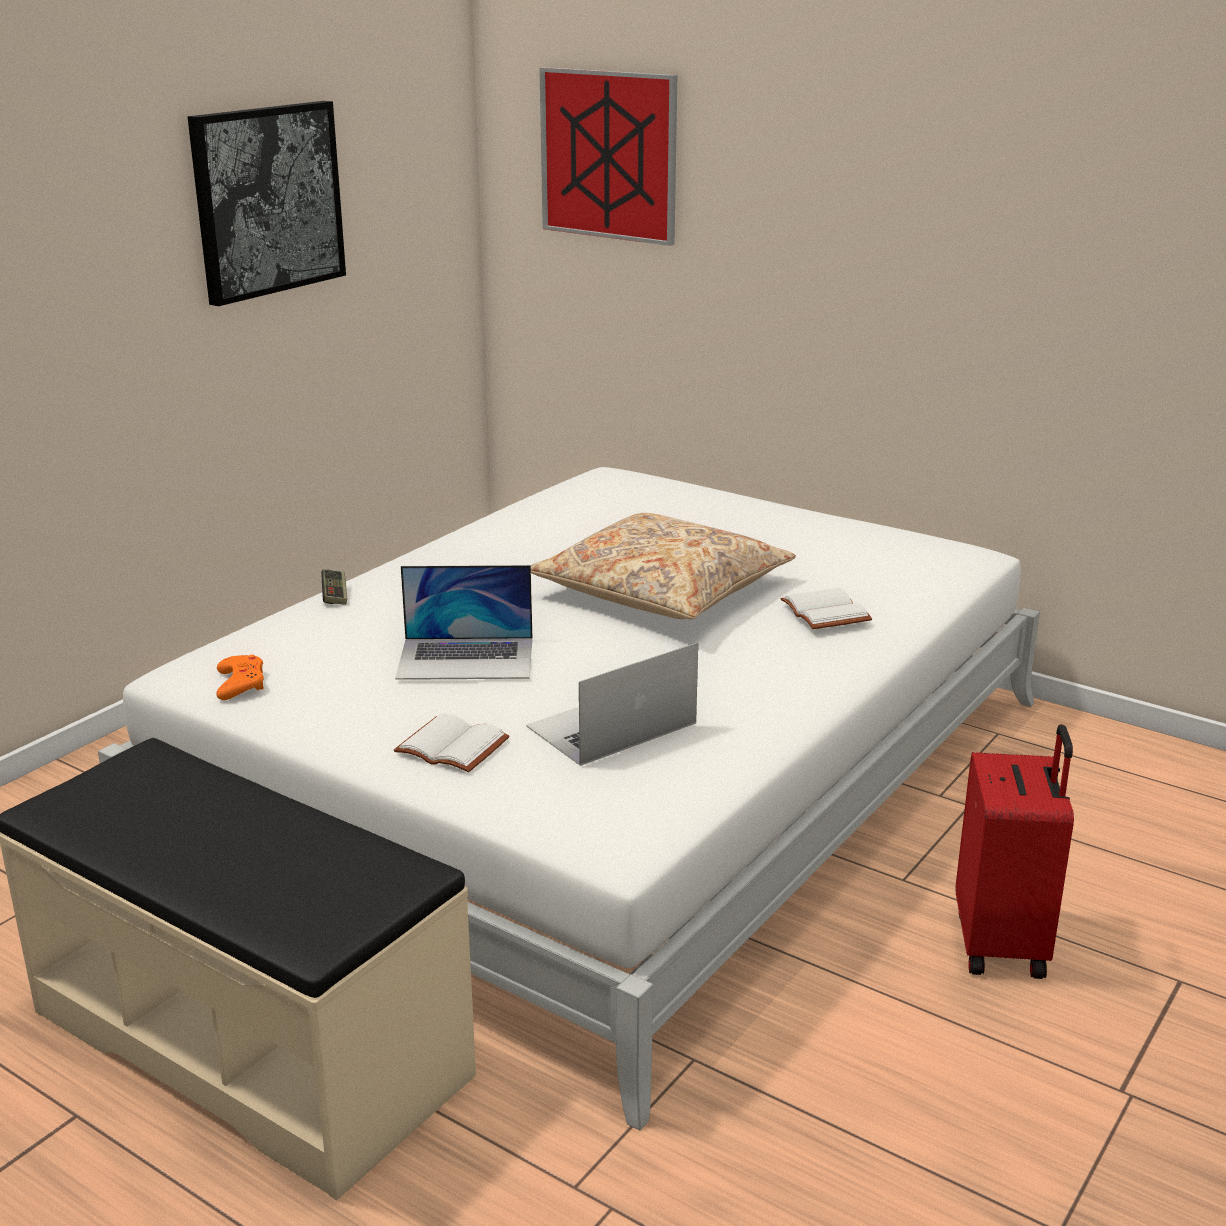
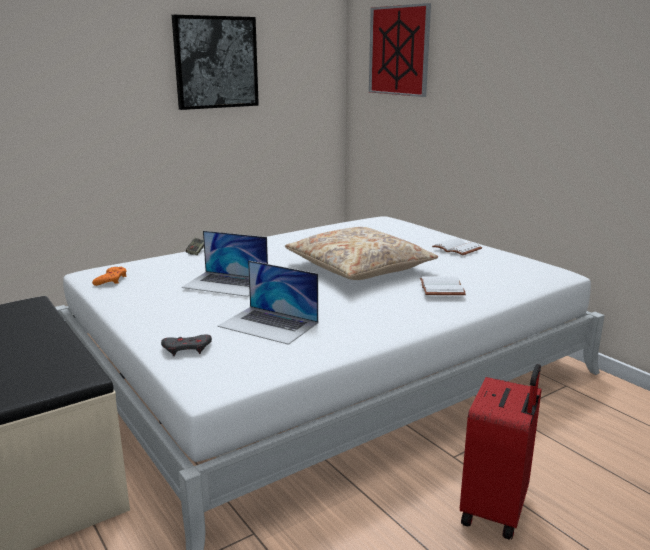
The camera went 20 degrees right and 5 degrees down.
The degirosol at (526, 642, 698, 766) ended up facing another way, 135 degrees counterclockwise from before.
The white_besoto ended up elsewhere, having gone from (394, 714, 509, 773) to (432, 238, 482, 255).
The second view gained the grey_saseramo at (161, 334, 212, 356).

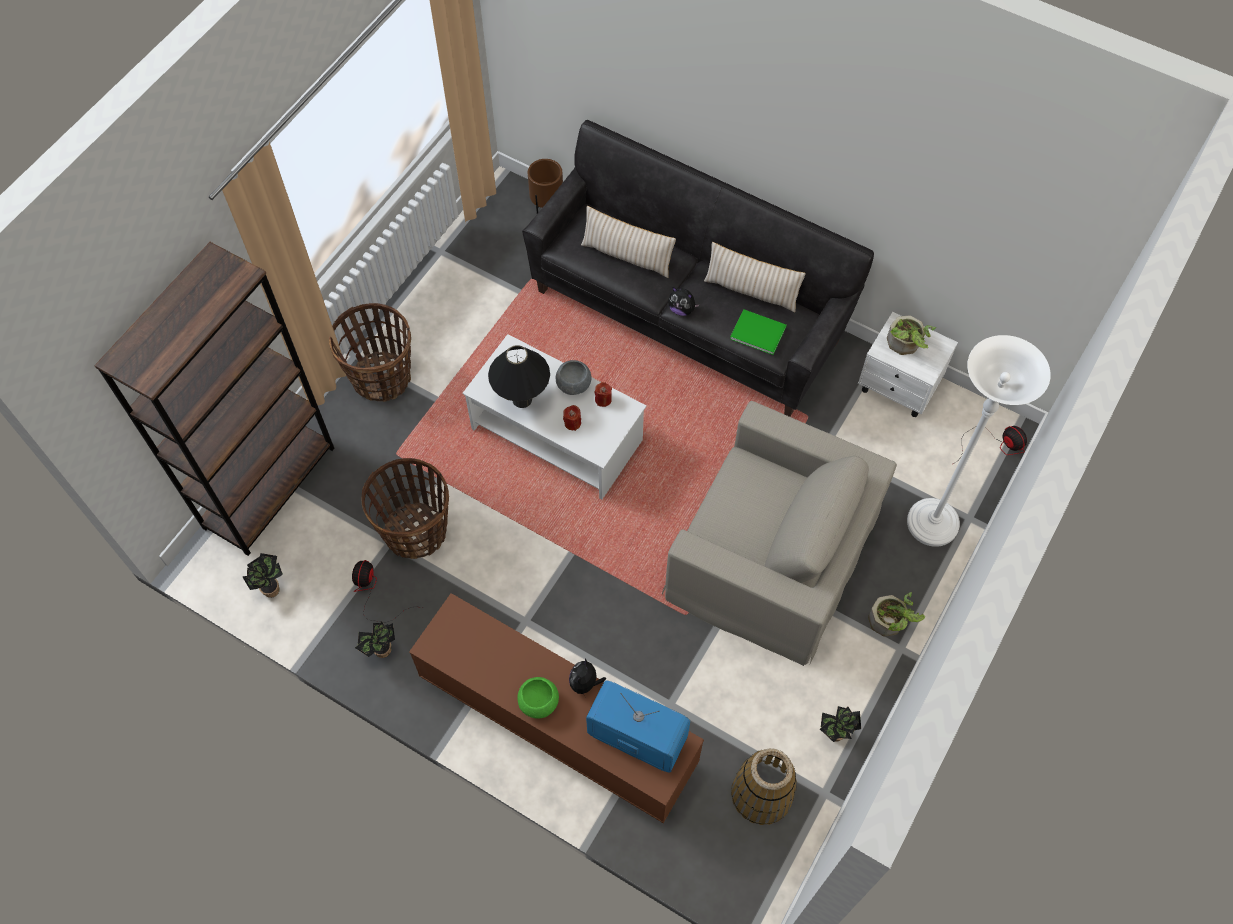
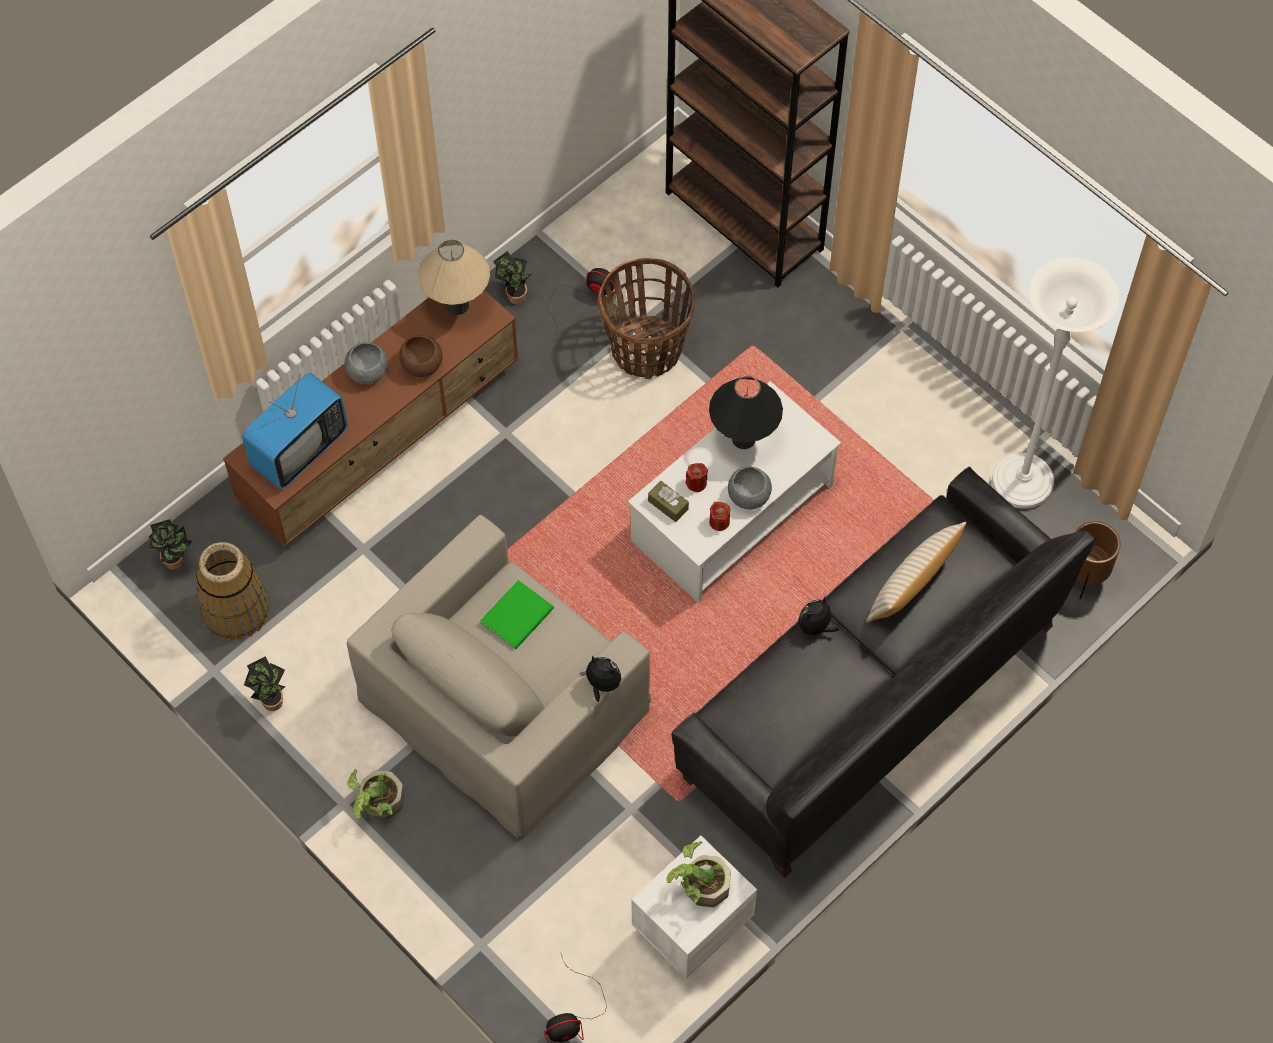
The camera went 105 degrees right and 0 degrees up.
The second view lost the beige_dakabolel at (704, 242, 806, 312).
The second view lost the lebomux at (329, 303, 411, 402).
The green_besoto ended up elsewhere, having gone from (730, 309, 787, 355) to (480, 580, 554, 649).
The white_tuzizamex ended up elsewhere, having gone from (907, 335, 1051, 547) to (992, 257, 1119, 509).
The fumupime ended up elsewhere, having gone from (243, 553, 283, 598) to (148, 519, 192, 570).
The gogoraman ended up elsewhere, having gone from (569, 658, 606, 695) to (580, 655, 621, 702).
What was the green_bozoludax at (517, 677, 559, 719) turned into the grey_bozoludax at (345, 342, 388, 384).
The second view gained the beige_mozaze at (418, 240, 490, 315).
The second view gained the brown_bozoludax at (399, 336, 442, 377).
The second view gained the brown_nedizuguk at (648, 481, 689, 522).

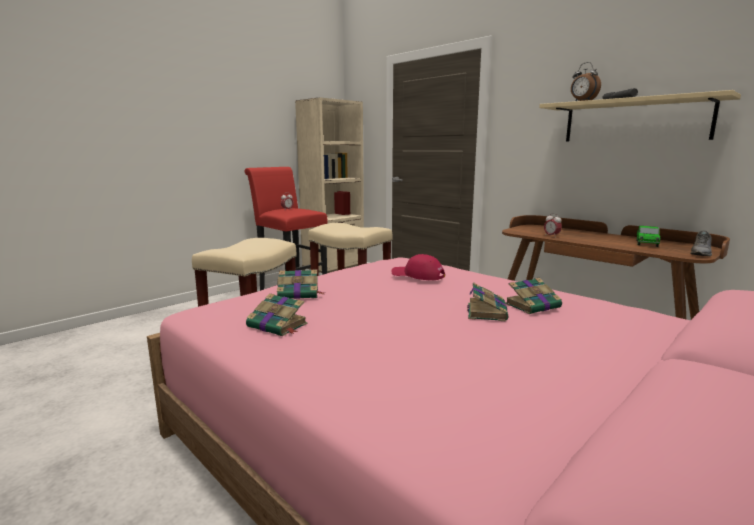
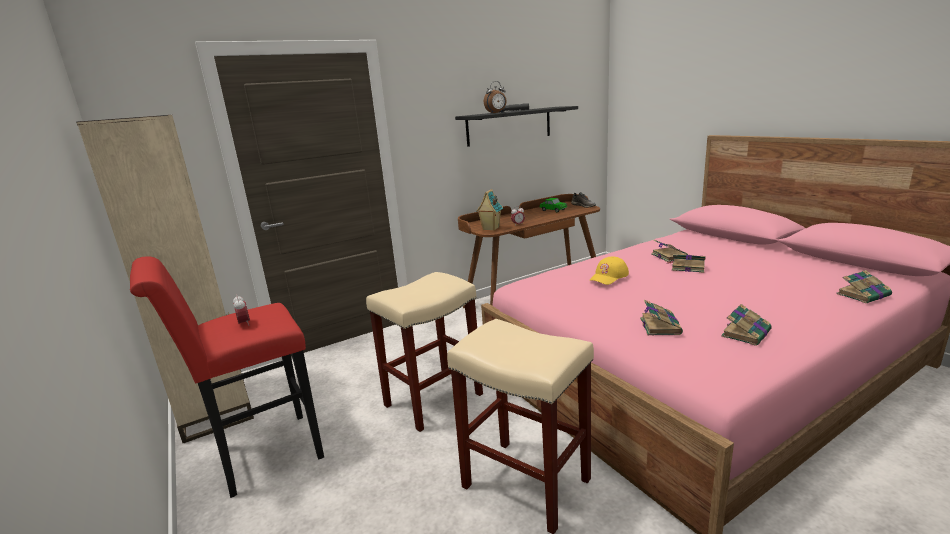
The camera went 75 degrees left and 5 degrees up.
What was the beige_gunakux at (539, 90, 741, 142) turned into the black_gunakux at (455, 106, 578, 147).
What was the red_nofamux at (391, 254, 445, 280) turned into the yellow_nofamux at (589, 257, 629, 285).
The second view gained the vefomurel at (476, 189, 503, 231).
The second view gained the besoto at (836, 270, 892, 303).

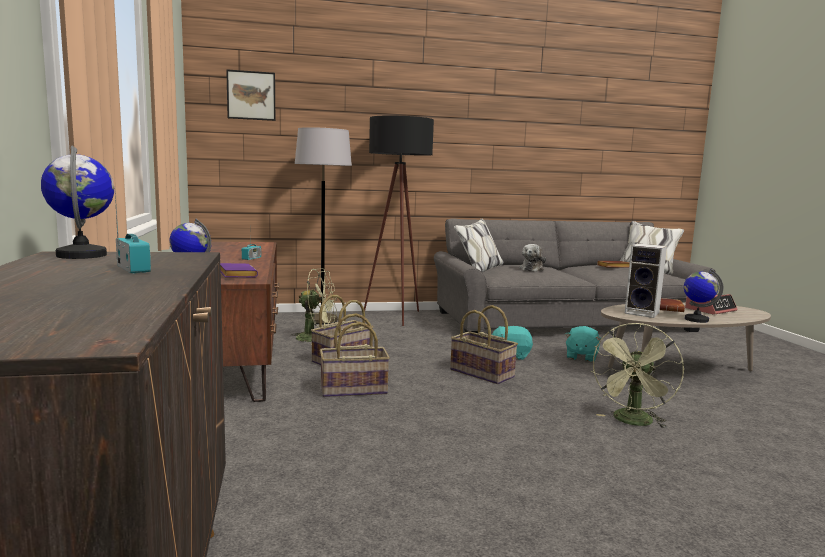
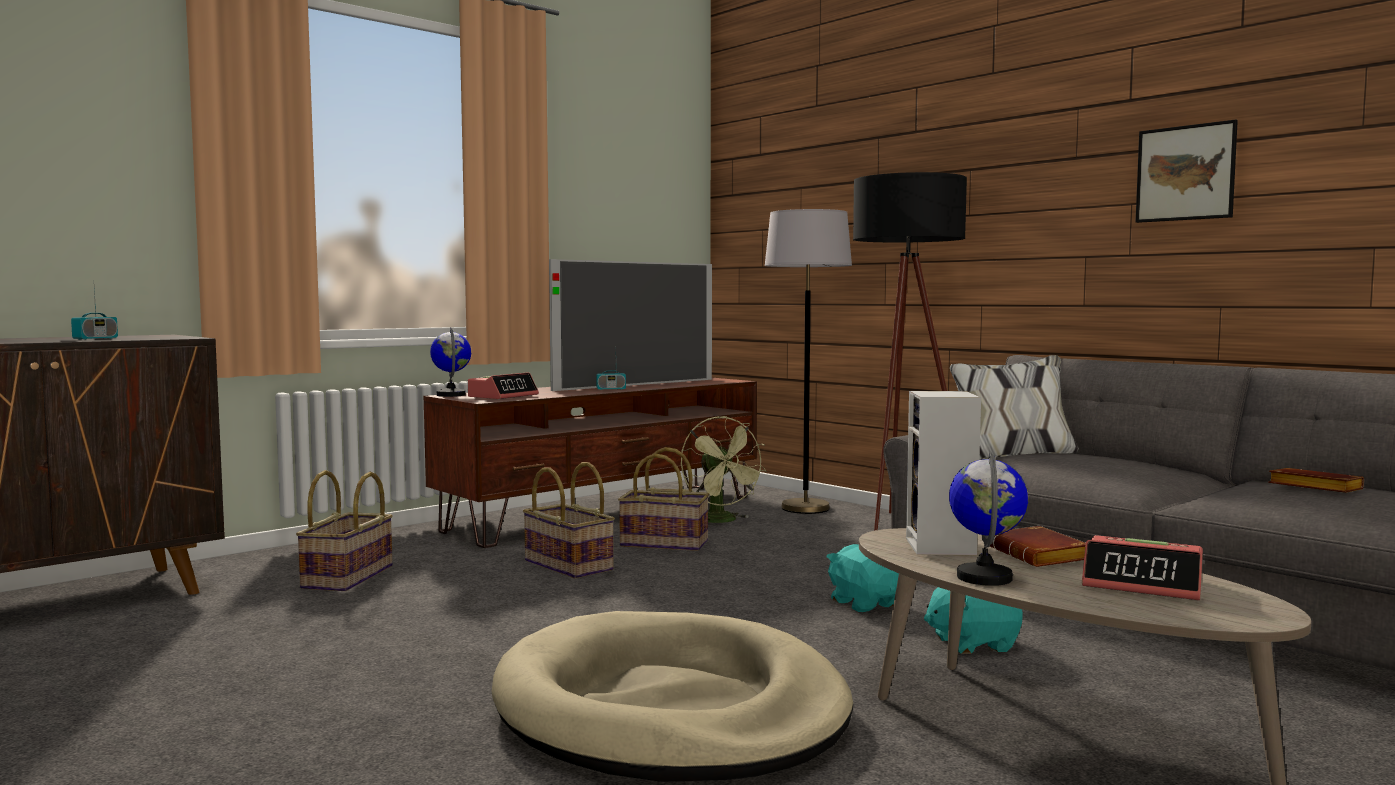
The camera went 60 degrees right and 5 degrees down.
The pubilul ended up elsewhere, having gone from (226, 69, 275, 121) to (1136, 120, 1238, 223).
The second view lost the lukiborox at (41, 145, 114, 259).
The second view lost the gogoraman at (519, 244, 546, 272).
Where the purple_besoto stood at (220, 263, 258, 277), the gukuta came to stand at (468, 372, 539, 399).
The lebomux ended up elsewhere, having gone from (450, 305, 518, 384) to (296, 470, 393, 591).
Where the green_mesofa stood at (590, 323, 684, 428), the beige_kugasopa came to stand at (492, 611, 853, 782).
The second view gained the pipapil at (549, 259, 712, 391).

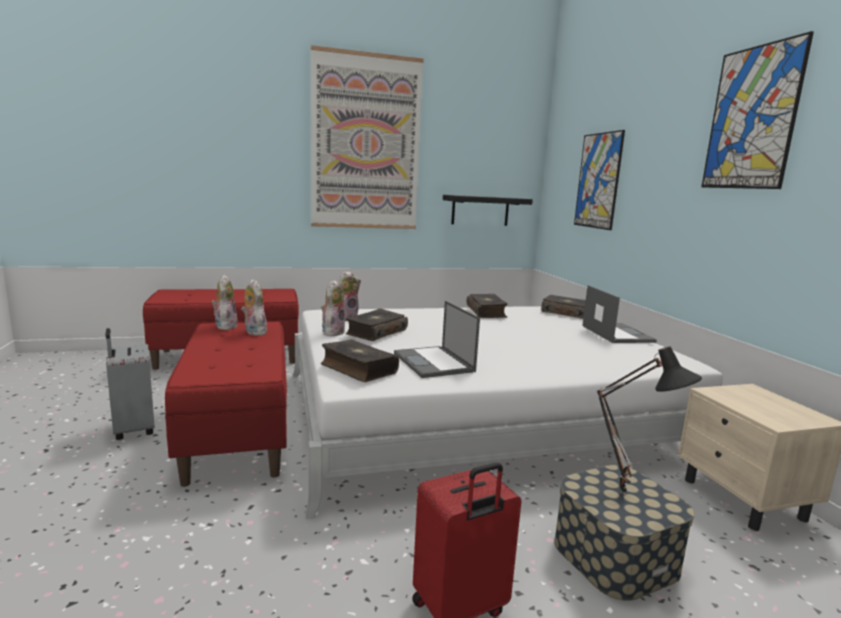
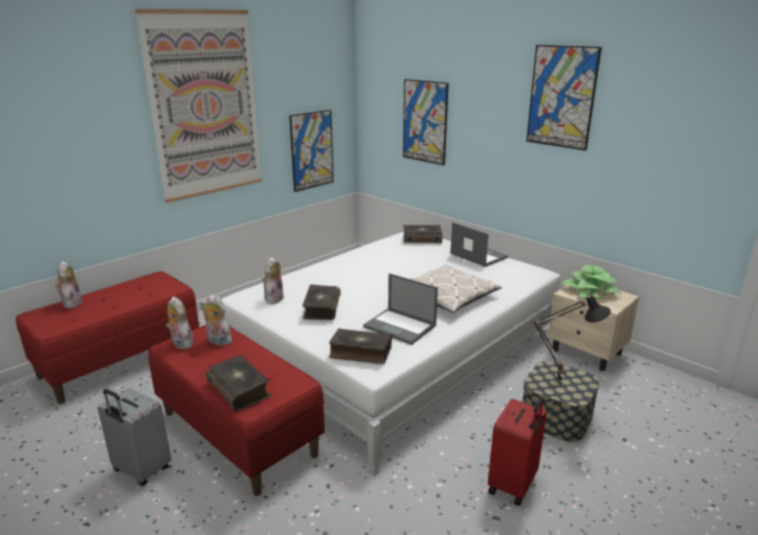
The camera went 30 degrees left and 10 degrees up.
Where the black_gunakux hung at (443, 195, 533, 226), the pubilul came to hang at (289, 110, 334, 192).
The gogoraman ended up elsewhere, having gone from (321, 280, 345, 336) to (55, 261, 82, 308).
The besoto ended up elsewhere, having gone from (467, 294, 508, 318) to (205, 355, 271, 412).
The second view gained the dakabolel at (410, 264, 502, 313).
The second view gained the fumupime at (561, 265, 622, 299).

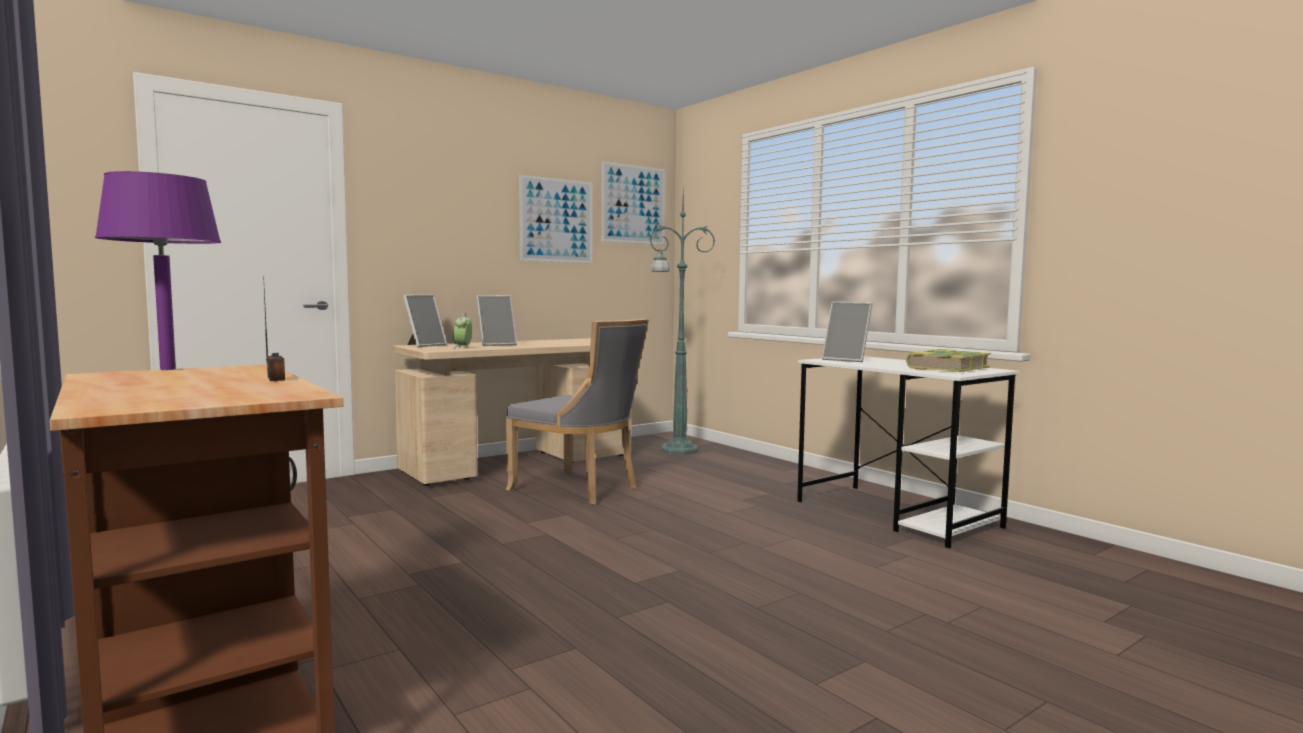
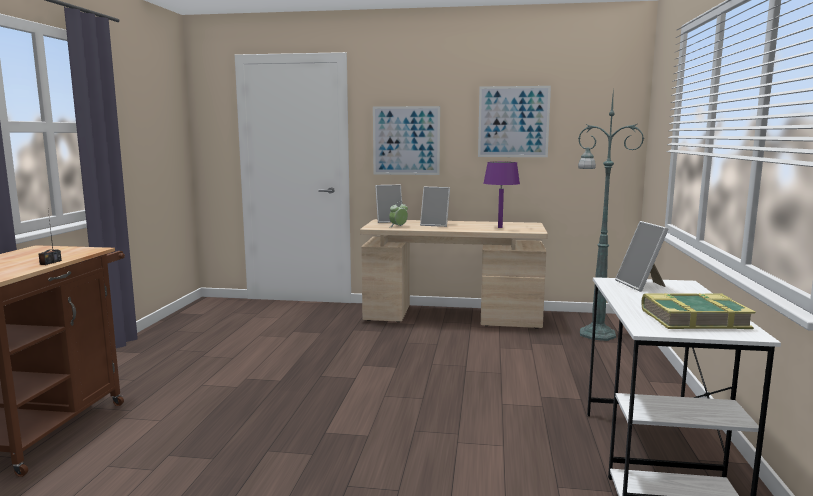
The camera went 45 degrees right and 5 degrees up.
The pubilul ended up elsewhere, having gone from (601, 161, 665, 245) to (373, 106, 440, 175).
The purple_mozaze ended up elsewhere, having gone from (95, 171, 221, 370) to (483, 162, 520, 228).
The second view lost the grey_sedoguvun at (506, 319, 649, 505).

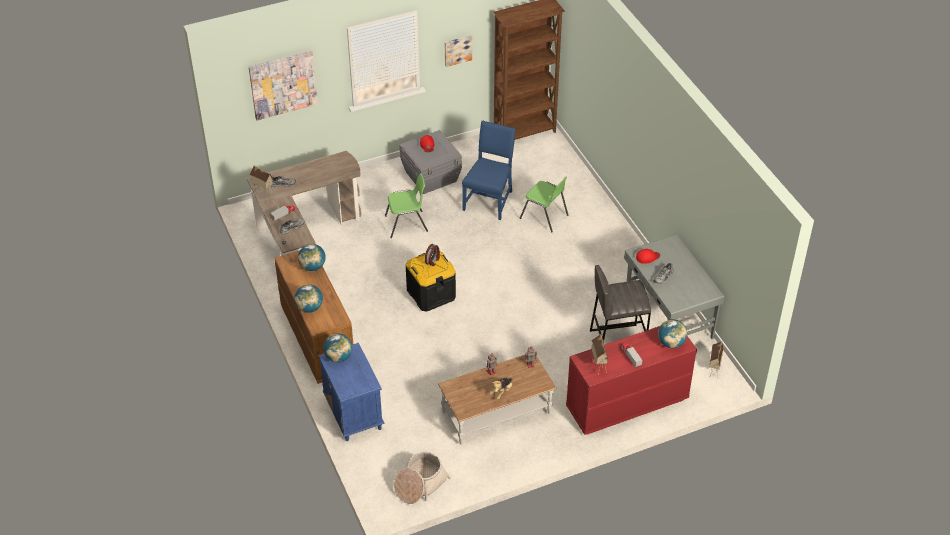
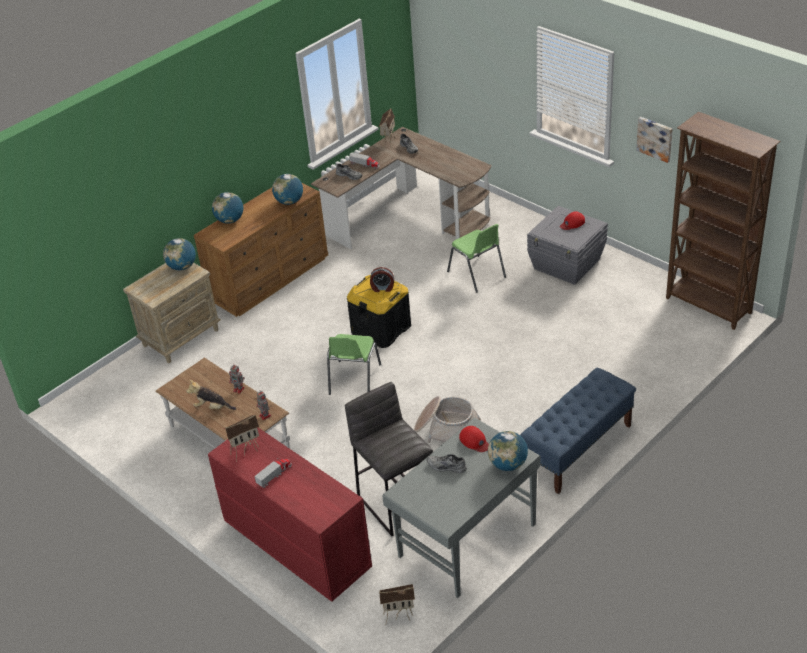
The camera went 70 degrees right and 5 degrees down.
The second view lost the pubilul at (249, 51, 318, 120).
The second view lost the blue_sedoguvun at (462, 121, 516, 220).
The green_sedoguvun ended up elsewhere, having gone from (520, 177, 568, 233) to (327, 334, 381, 395).
The lukiborox ended up elsewhere, having gone from (658, 319, 687, 348) to (488, 431, 528, 471).
What was the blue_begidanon at (318, 343, 385, 441) turned into the beige_begidanon at (123, 263, 221, 363).
The lebomux ended up elsewhere, having gone from (394, 452, 451, 504) to (414, 396, 481, 443).
The second view gained the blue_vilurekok at (520, 367, 636, 494).

